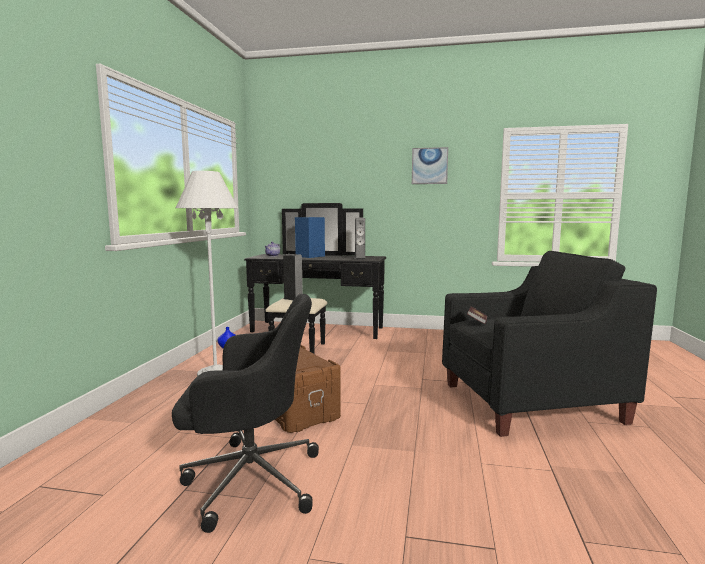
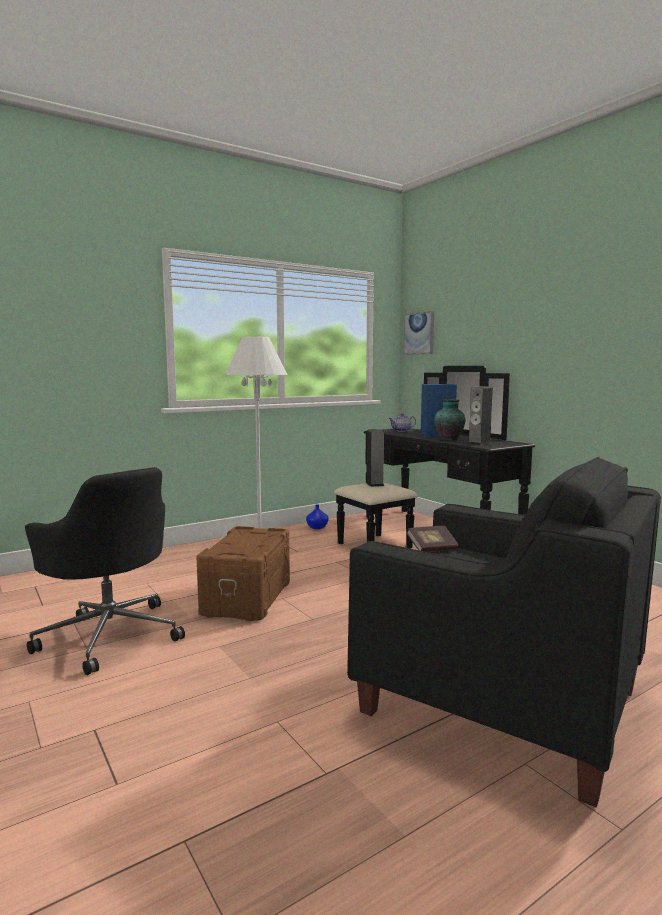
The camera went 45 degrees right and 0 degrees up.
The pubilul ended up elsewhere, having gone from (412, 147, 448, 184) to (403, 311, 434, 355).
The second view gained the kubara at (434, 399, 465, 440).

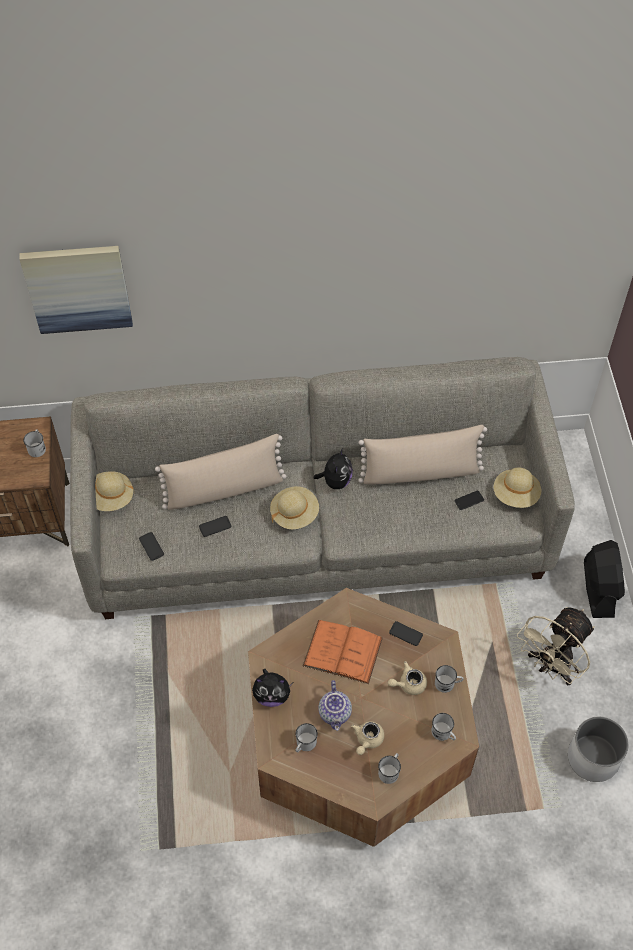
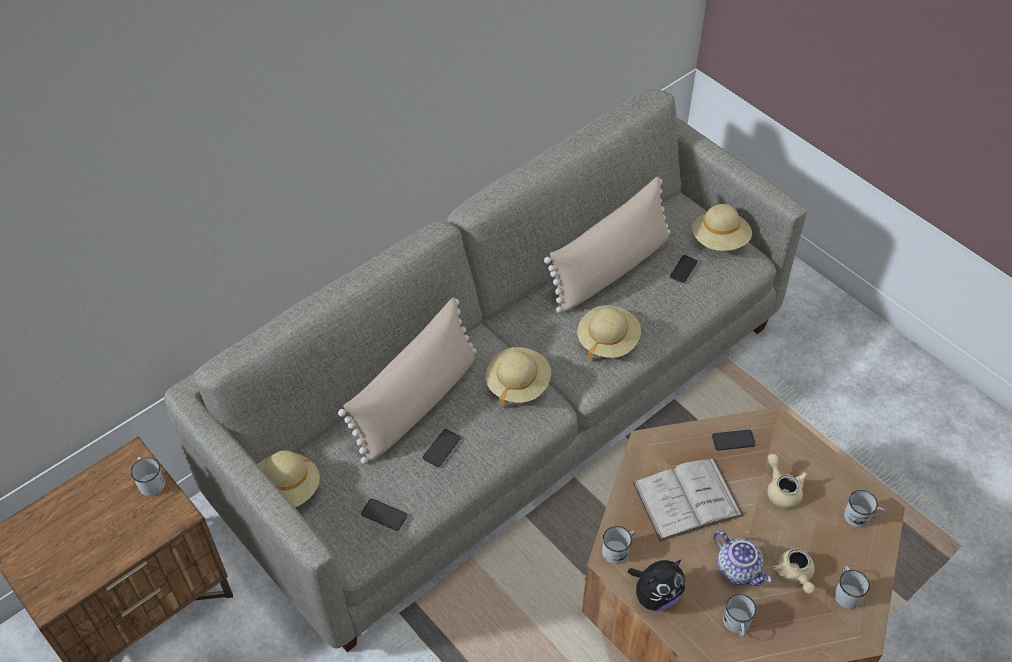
The camera went 35 degrees left and 5 degrees down.
The second view lost the pubilul at (19, 246, 133, 334).
The second view lost the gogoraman at (313, 448, 353, 489).
The second view lost the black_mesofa at (584, 540, 625, 618).
The second view lost the beige_mesofa at (517, 607, 595, 685).
What was the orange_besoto at (303, 620, 383, 684) turned into the white_besoto at (633, 458, 744, 542).
The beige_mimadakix at (388, 661, 427, 695) ended up facing another way, 120 degrees clockwise from before.
The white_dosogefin ended up elsewhere, having gone from (435, 665, 463, 693) to (602, 526, 636, 564).
The second view lost the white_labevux at (568, 717, 629, 782).
The second view gained the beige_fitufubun at (577, 305, 641, 361).

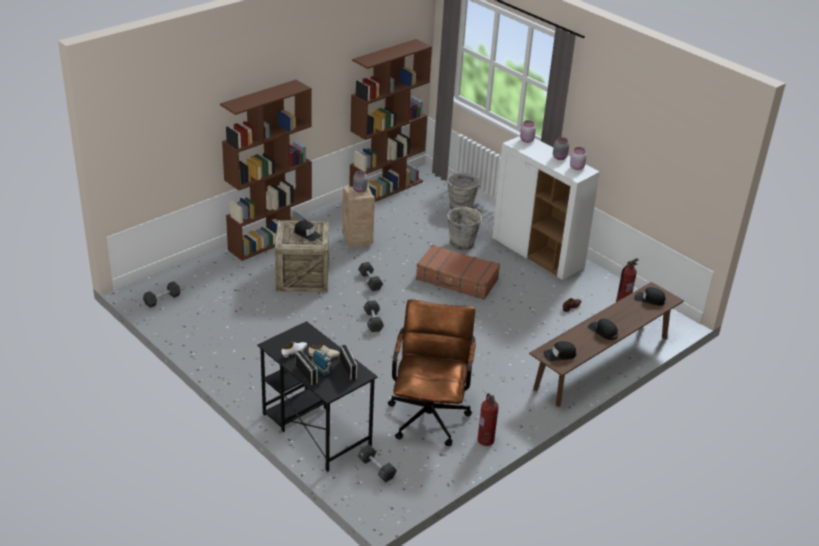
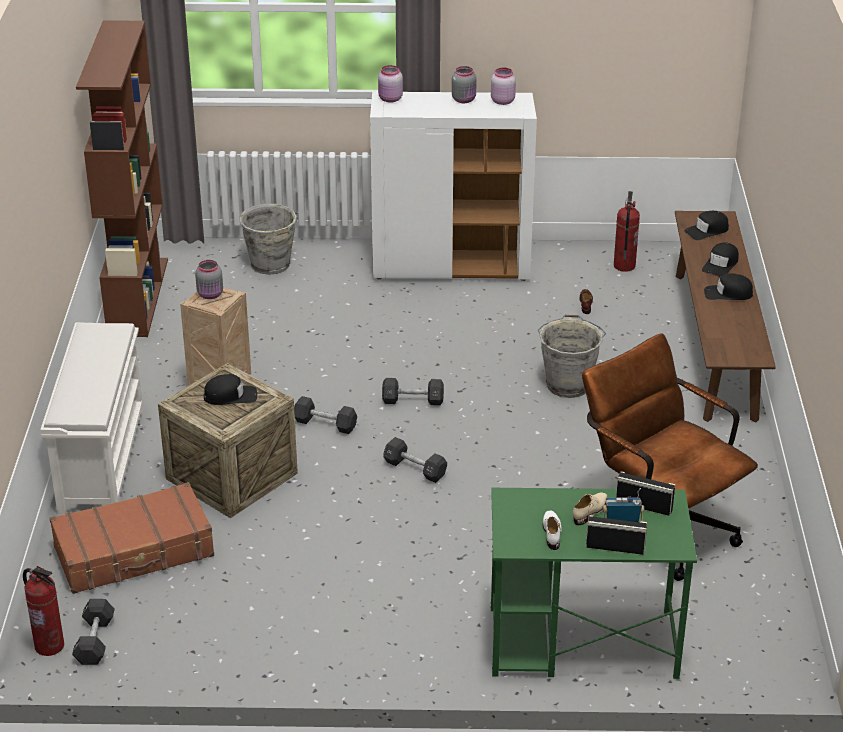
The camera went 45 degrees left and 0 degrees up.
Where the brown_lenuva stood at (220, 80, 312, 261), the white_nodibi came to stand at (40, 323, 144, 514).
The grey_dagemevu ended up elsewhere, having gone from (447, 206, 483, 251) to (538, 314, 606, 398).
The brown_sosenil ended up elsewhere, having gone from (416, 245, 500, 300) to (50, 482, 214, 594).
What was the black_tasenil at (257, 321, 378, 472) turned into the green_tasenil at (491, 488, 697, 679).
The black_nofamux ended up elsewhere, having gone from (543, 341, 576, 362) to (702, 242, 739, 277).
The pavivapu ended up elsewhere, having gone from (478, 393, 499, 446) to (23, 566, 64, 656).
The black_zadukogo ended up elsewhere, having gone from (358, 444, 397, 483) to (382, 378, 444, 406).

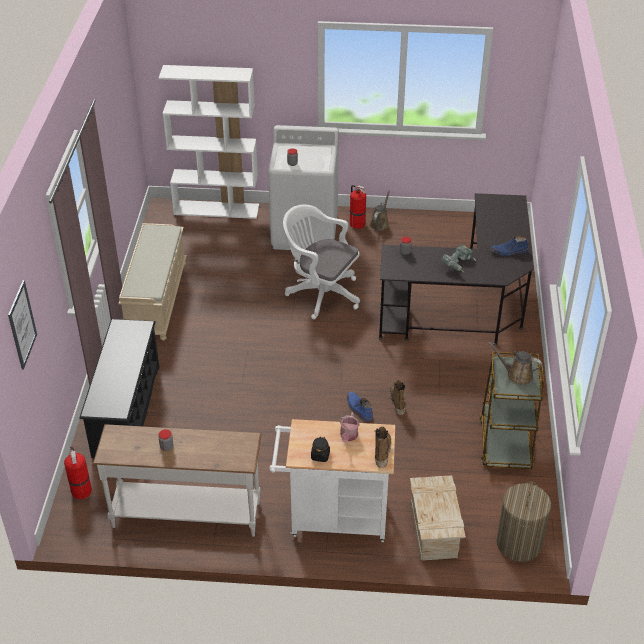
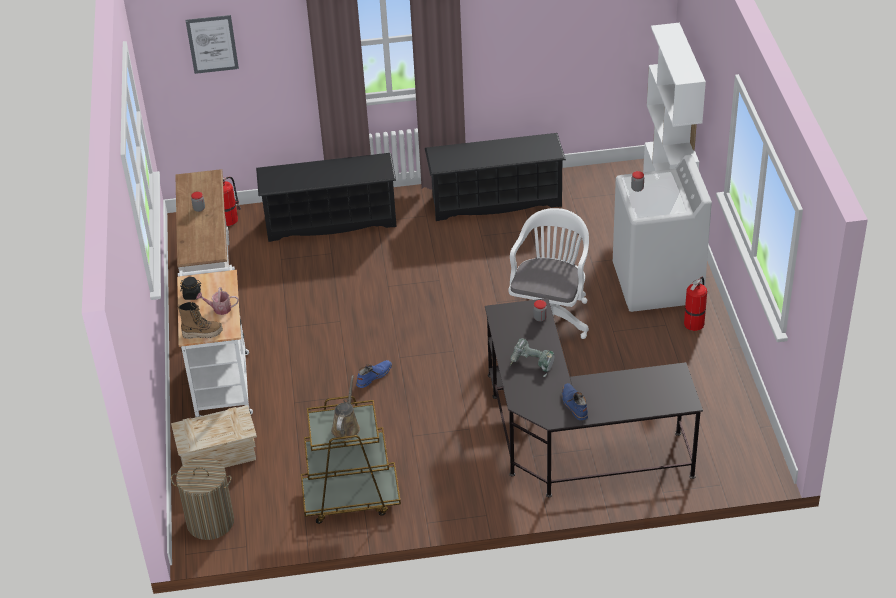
The camera went 80 degrees right and 0 degrees up.
The second view lost the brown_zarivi at (369, 190, 390, 231).
Where the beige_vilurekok stood at (118, 223, 187, 341), the black_nodibi came to stand at (425, 133, 566, 221).
The second view lost the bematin at (390, 381, 406, 415).

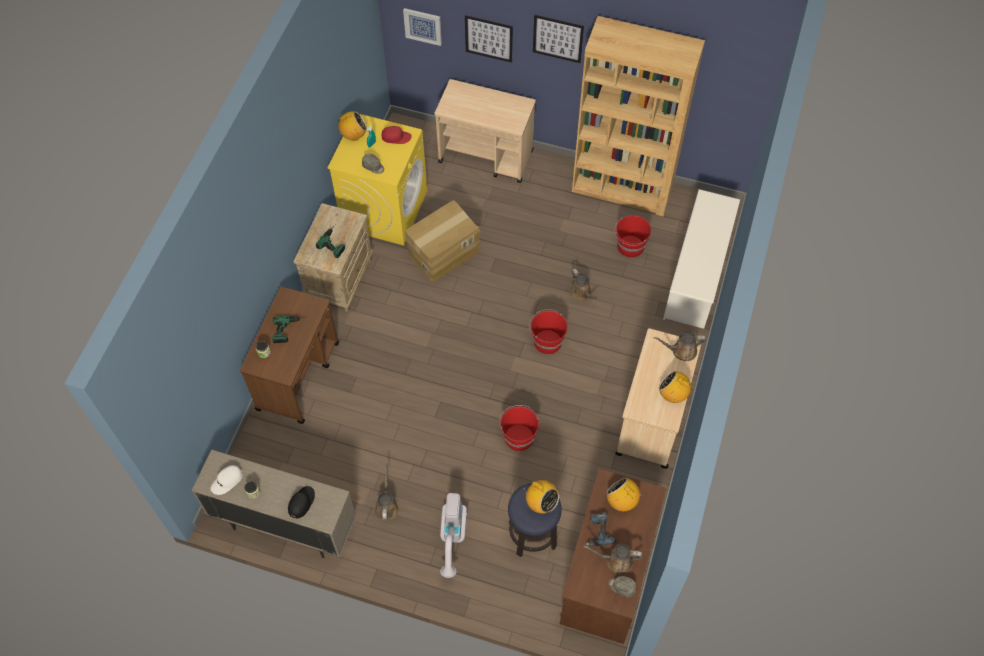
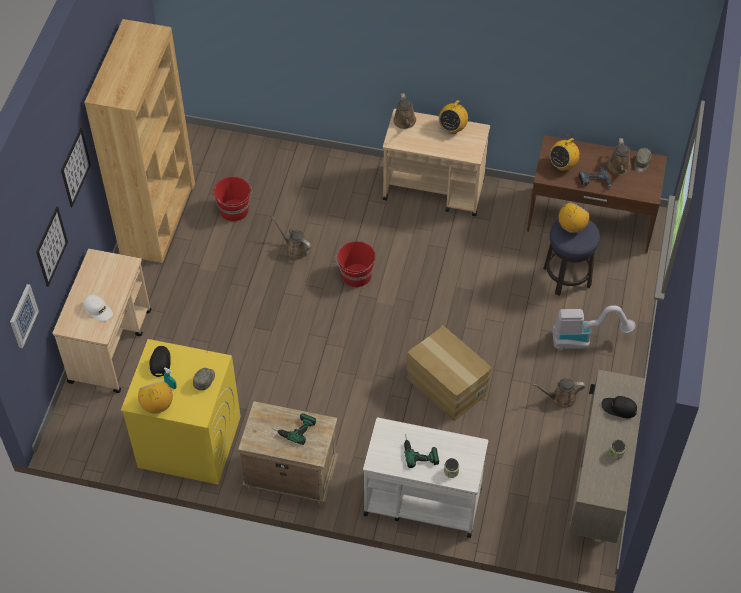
The camera went 95 degrees left and 5 degrees down.
What was the red_nofamux at (382, 126, 412, 144) turned into the black_nofamux at (149, 346, 171, 377).
The second view lost the white_nodibi at (663, 189, 740, 329).
The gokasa ended up elsewhere, having gone from (405, 200, 480, 282) to (407, 325, 491, 421).
The brown_zarivi at (570, 269, 600, 301) ended up facing another way, 105 degrees counterclockwise from before.
What was the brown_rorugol at (240, 286, 339, 424) turned into the white_rorugol at (363, 418, 488, 538).
The second view lost the red_dagemevu at (499, 405, 539, 451).
The white_nofamux ended up elsewhere, having gone from (210, 465, 242, 495) to (84, 294, 113, 321).

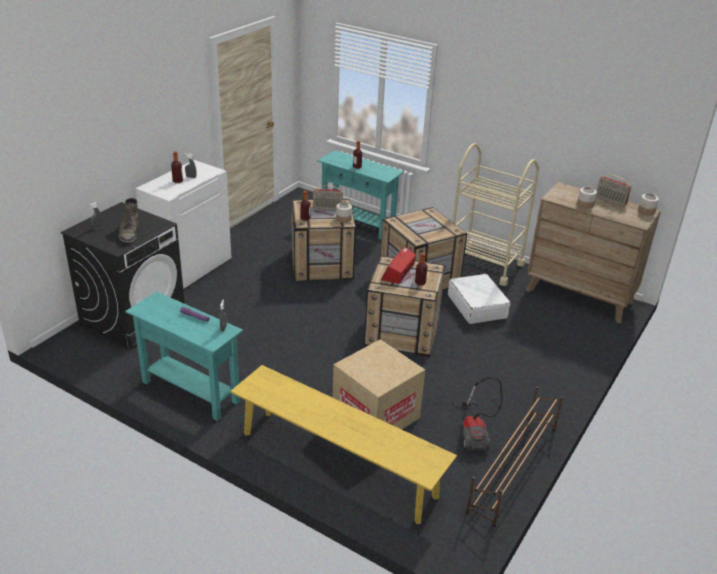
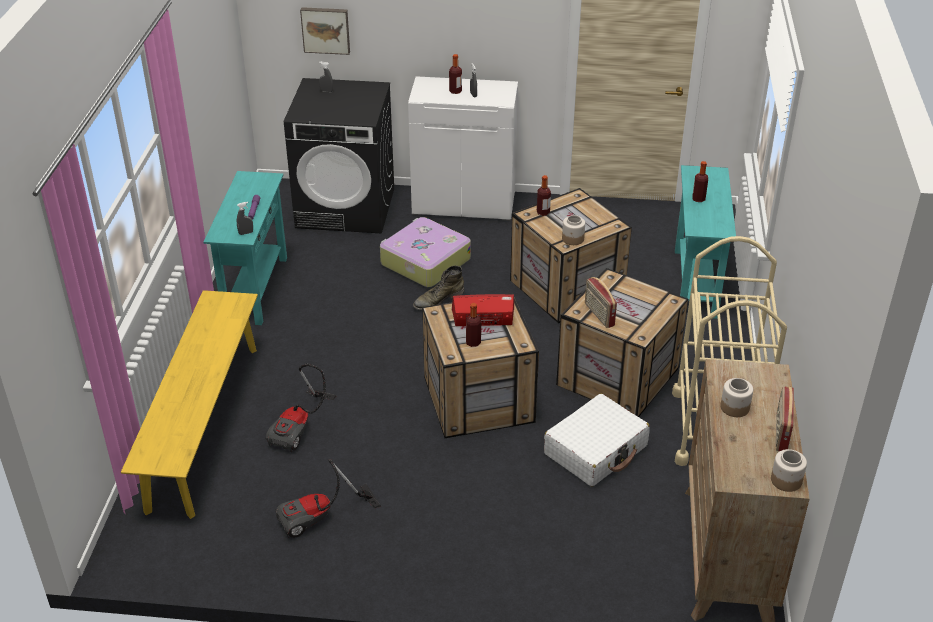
The camera went 65 degrees right and 5 degrees up.
The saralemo ended up elsewhere, having gone from (313, 185, 343, 210) to (585, 277, 617, 328).
The green_bematin ended up elsewhere, having gone from (119, 198, 138, 243) to (413, 266, 464, 310).
Where the gokasa stood at (333, 339, 425, 429), the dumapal came to stand at (266, 364, 336, 452).
The second view lost the brown_nodibi at (466, 386, 563, 527).
The second view gained the pubilul at (300, 7, 350, 55).
The second view gained the sosenil at (380, 217, 471, 287).

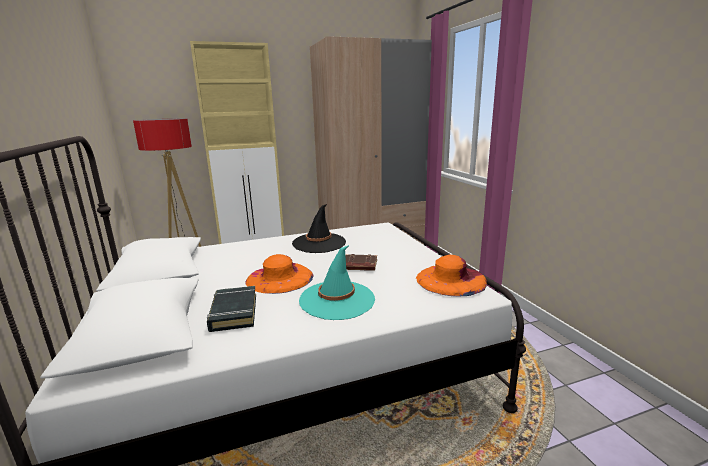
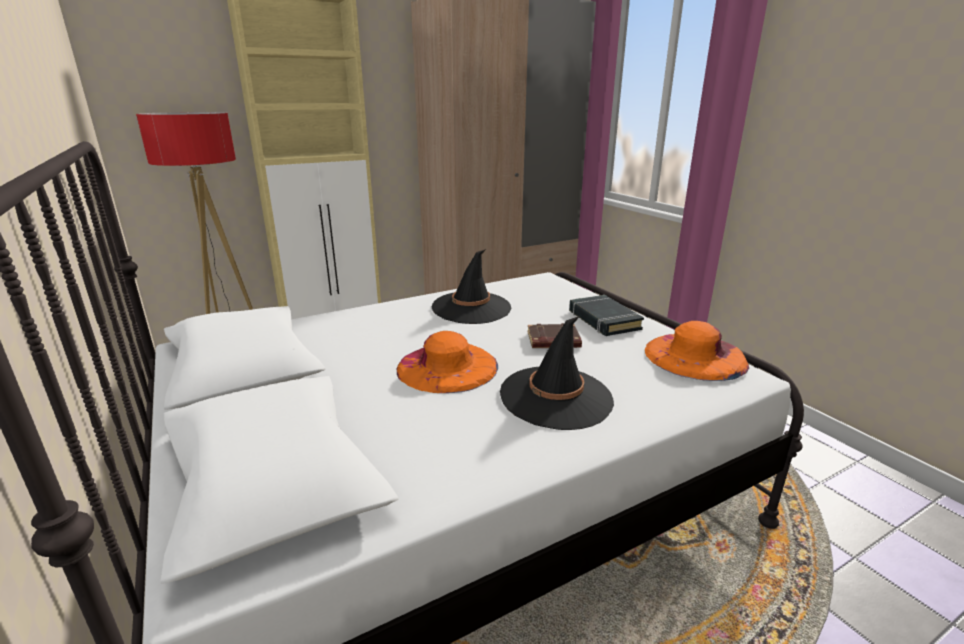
The camera went 10 degrees left and 5 degrees up.
What was the turquoise_fitufubun at (299, 245, 375, 320) turned into the black_fitufubun at (500, 316, 614, 430).
The black_besoto ended up elsewhere, having gone from (207, 286, 256, 332) to (569, 295, 644, 336).

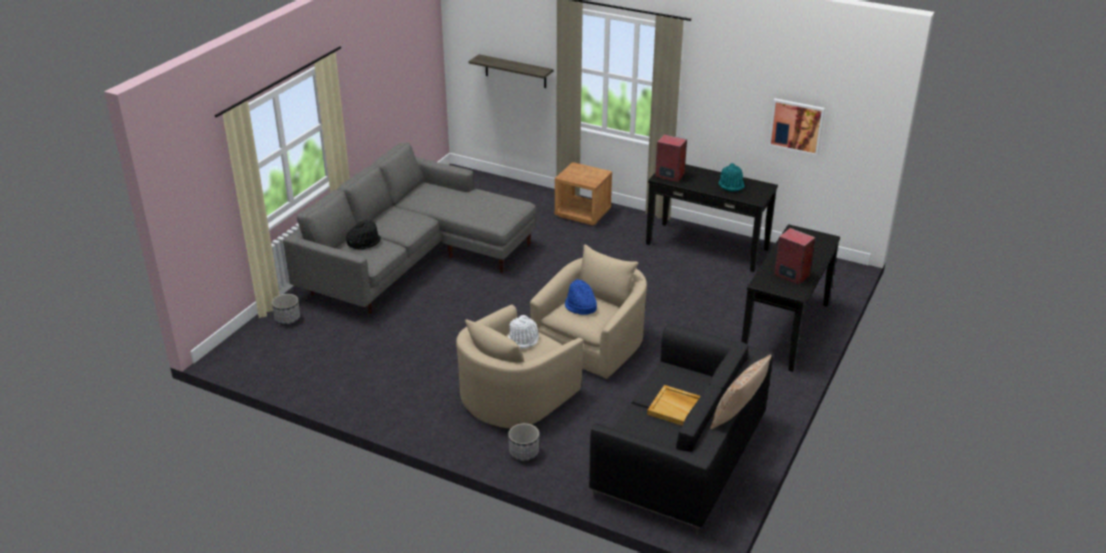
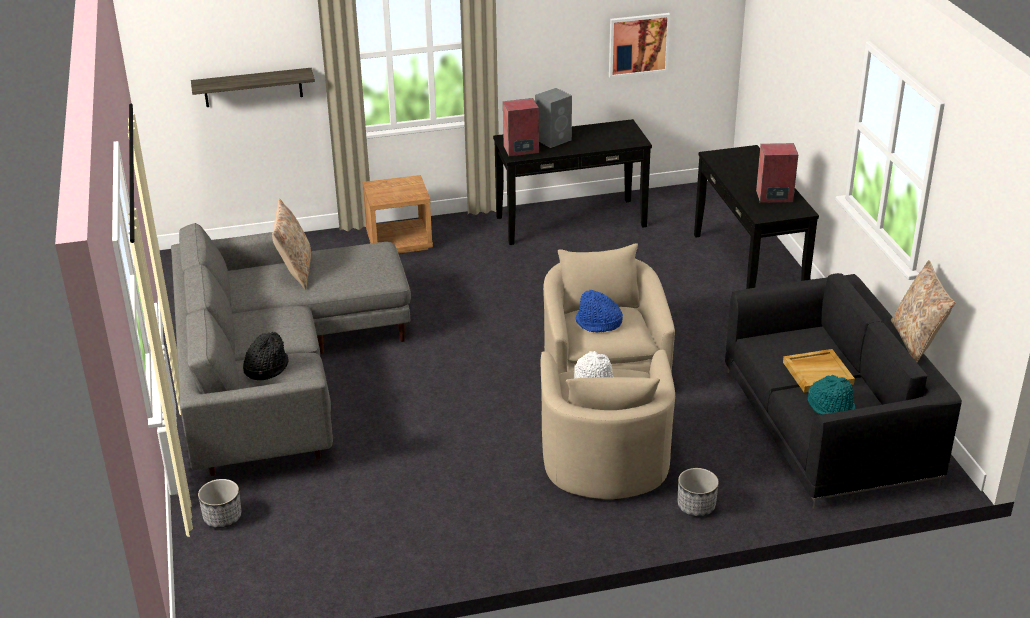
The camera went 40 degrees left and 0 degrees up.
The turquoise_fitufubun ended up elsewhere, having gone from (718, 163, 745, 192) to (808, 375, 855, 415).
The second view gained the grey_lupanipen at (535, 88, 572, 148).
The second view gained the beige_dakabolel at (272, 198, 311, 289).

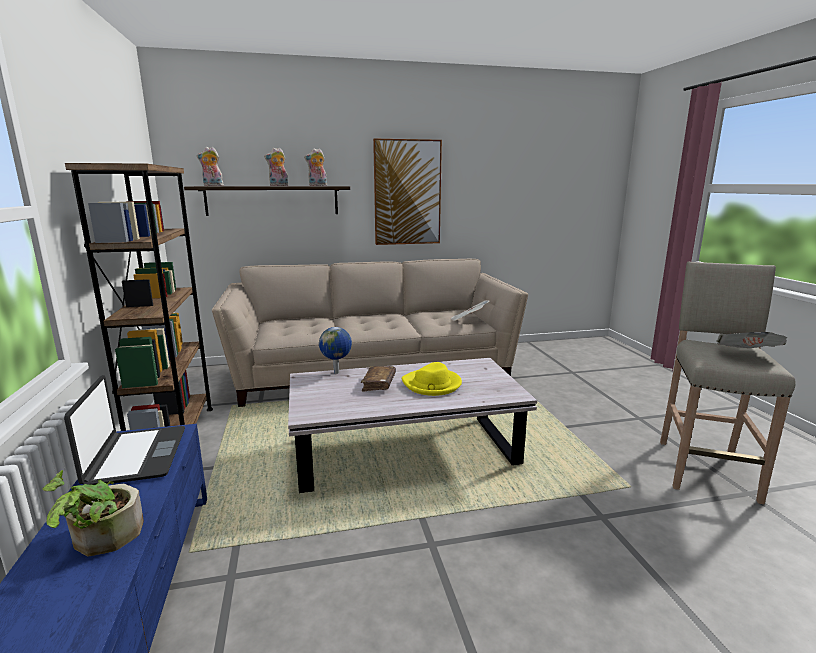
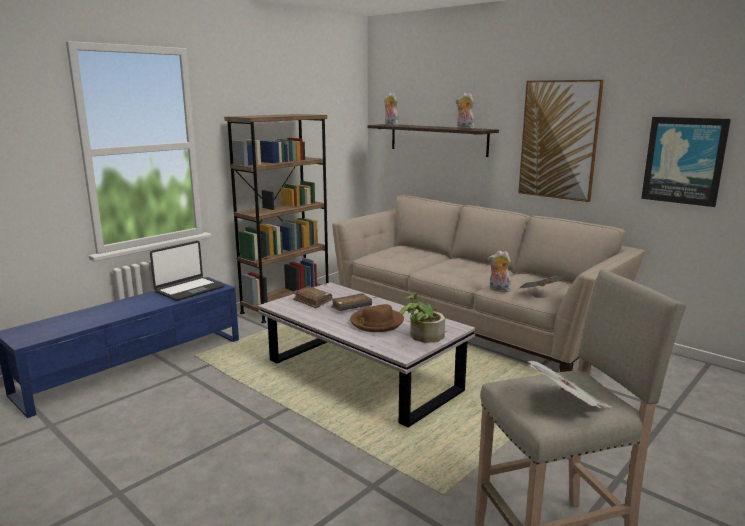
The camera went 55 degrees right and 0 degrees up.
The gogoraman ended up elsewhere, having gone from (264, 148, 288, 186) to (488, 251, 511, 292).
The second view lost the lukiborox at (319, 327, 352, 374).
What was the yellow_fitufubun at (402, 362, 462, 396) turned into the brown_fitufubun at (350, 304, 404, 332).
The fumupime ended up elsewhere, having gone from (43, 470, 144, 557) to (400, 293, 445, 343).
The second view gained the pubilul at (641, 117, 731, 207).
The second view gained the brown_besoto at (293, 286, 332, 308).

